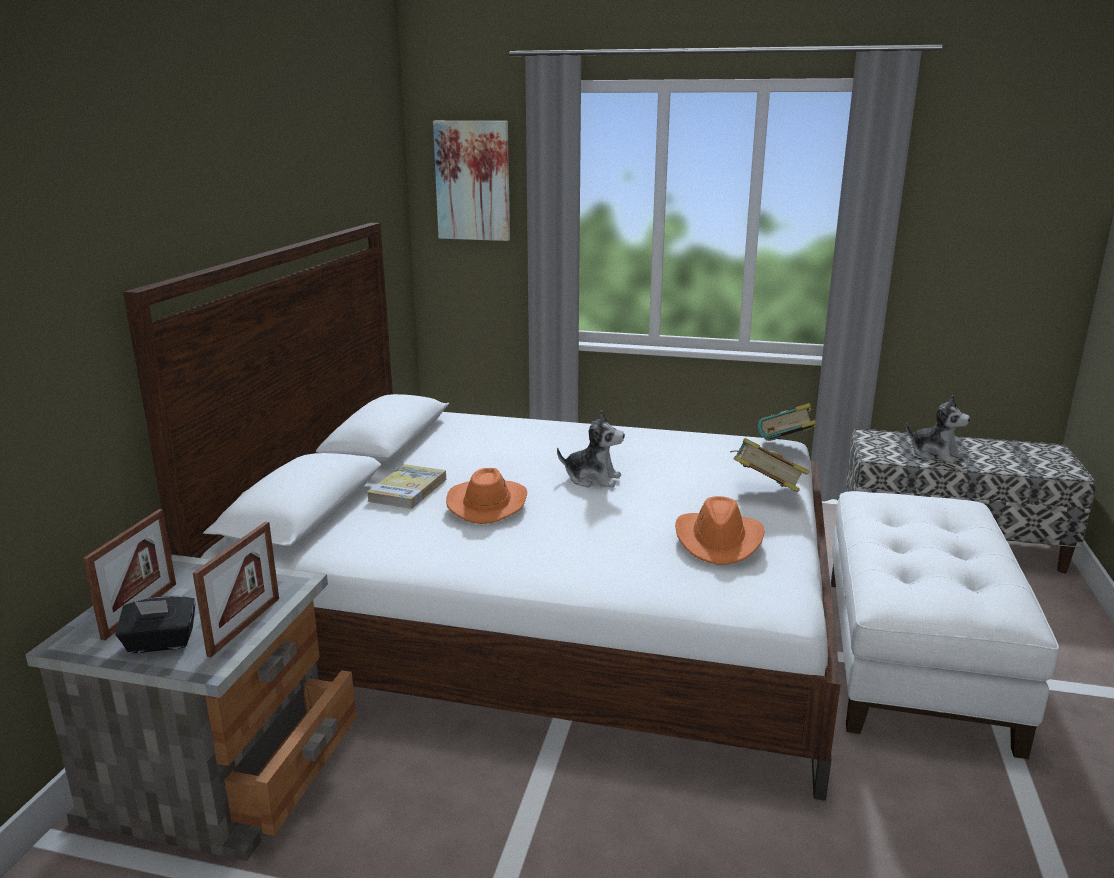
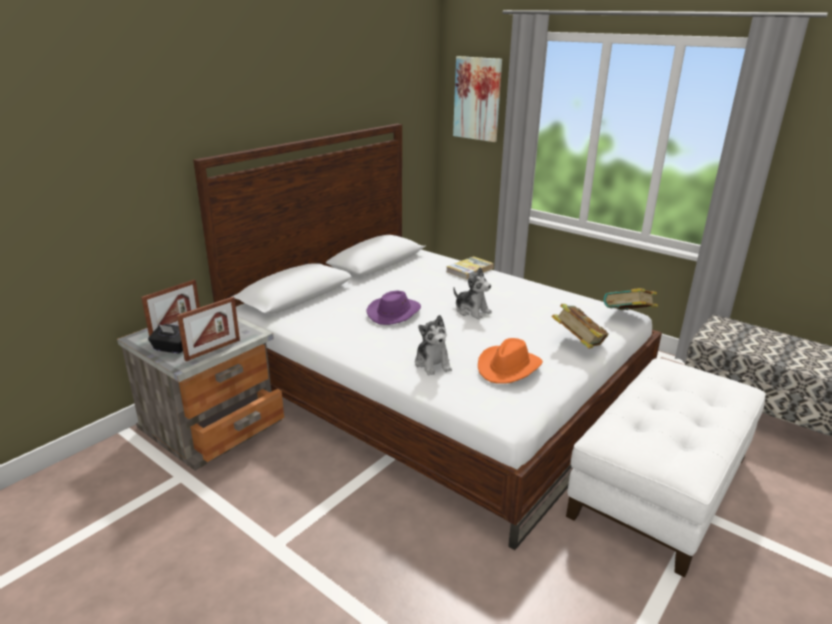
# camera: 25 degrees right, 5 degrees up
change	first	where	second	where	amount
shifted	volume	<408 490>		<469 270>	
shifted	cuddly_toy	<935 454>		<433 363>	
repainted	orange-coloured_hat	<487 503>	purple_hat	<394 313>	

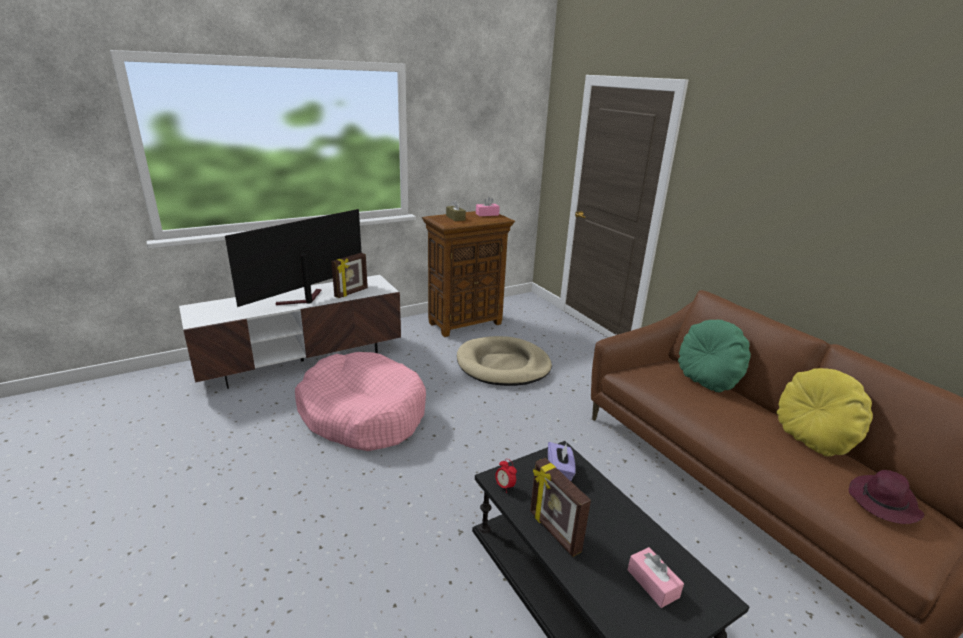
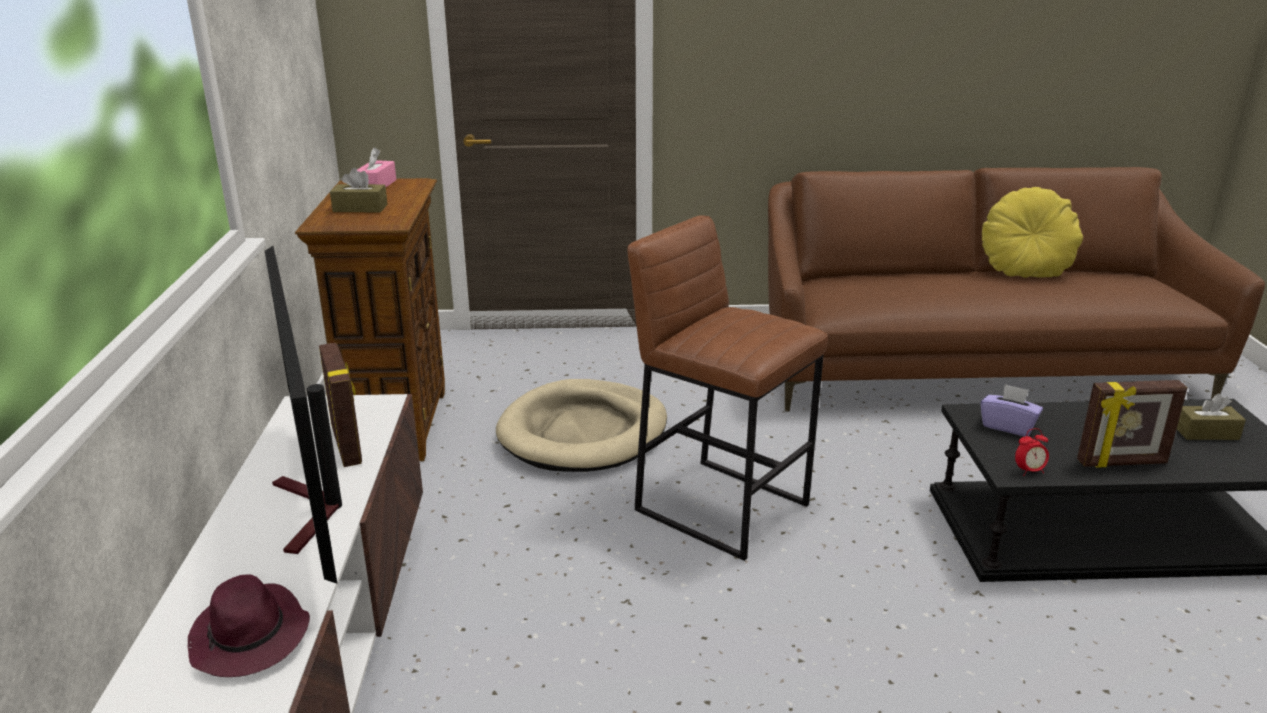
# camera: 60 degrees left, 0 degrees up
change	first	where	second	where	amount
gone	pink_dog_bed	<363 413>			
gone	greenish_throw_pillow	<706 382>			
new			brownish_sitting_stool	<719 506>	
shifted	purple_hat	<883 503>		<250 638>	
repainted	pink_box_of_tissues	<652 583>	brownish_box_of_tissues	<1206 432>	

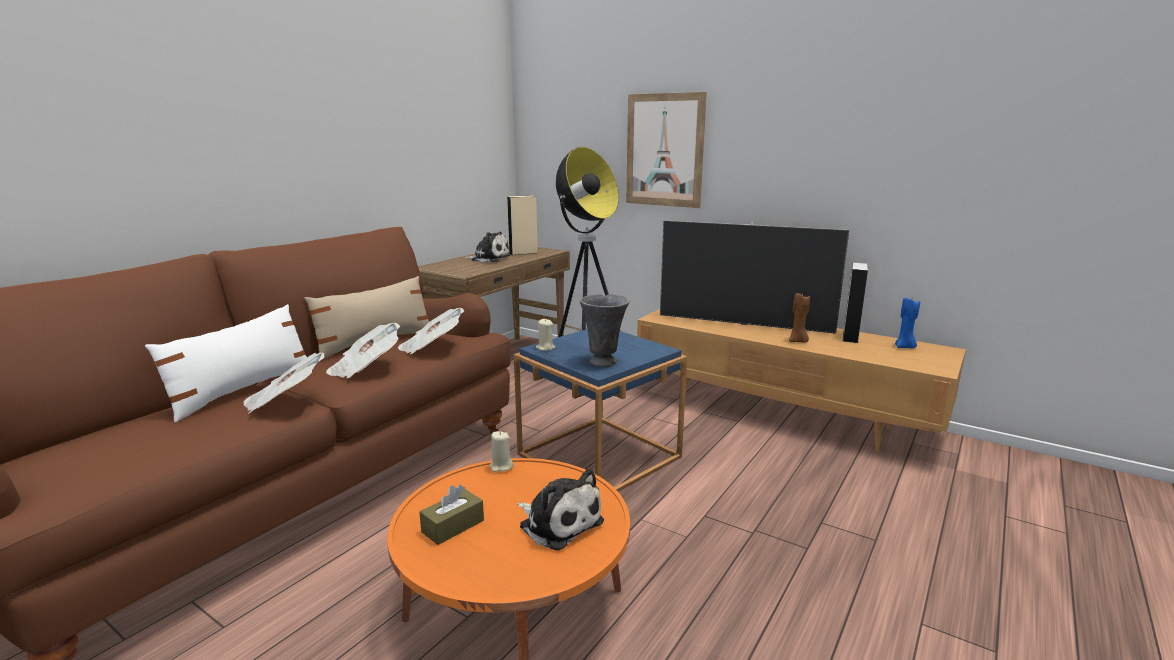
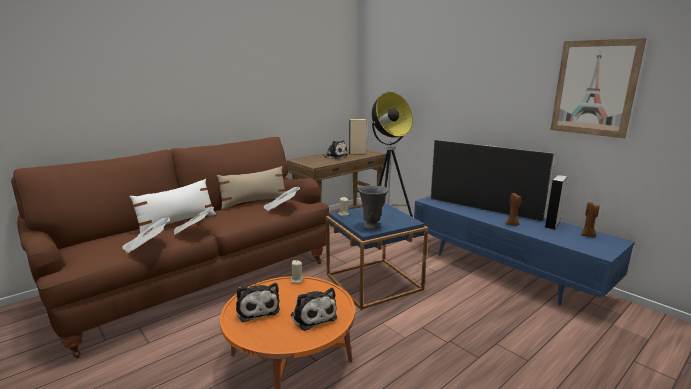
# camera: 15 degrees right, 0 degrees up
change	first	where	second	where	amount
shifted	daily_paper	<365 369>		<147 246>	
shifted	wall_picture	<664 150>		<594 88>	
swapped	brownish_box_of_tissues	<453 526>	cuddly_toy	<257 309>	
repainted	sand-coloured_tv_unit	<782 413>	blue_tv_unit	<504 270>	
repainted	blue_wax_candle	<904 347>	brownish_wax_candle	<587 235>	

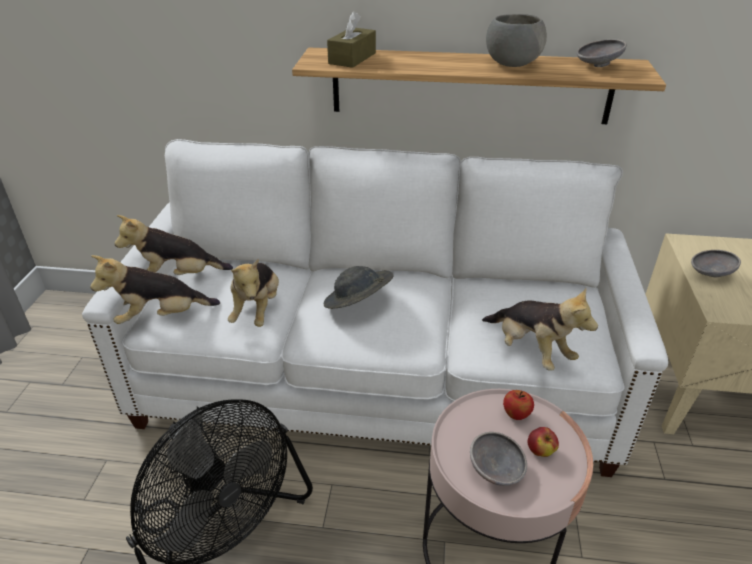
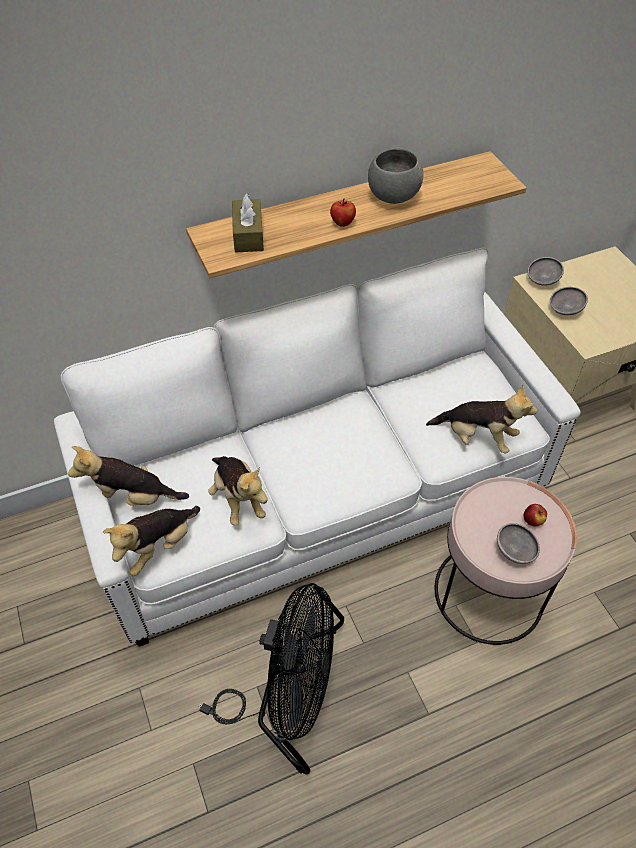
# camera: 30 degrees left, 15 degrees up
change	first	where	second	where	amount
gone	grey_hat	<358 304>			
shifted	apple	<516 414>		<342 223>	
shifted	grey_deep_dish	<596 66>		<542 280>	
rotated	cuddly_toy	<178 277>		<133 497>	45 degrees clockwise

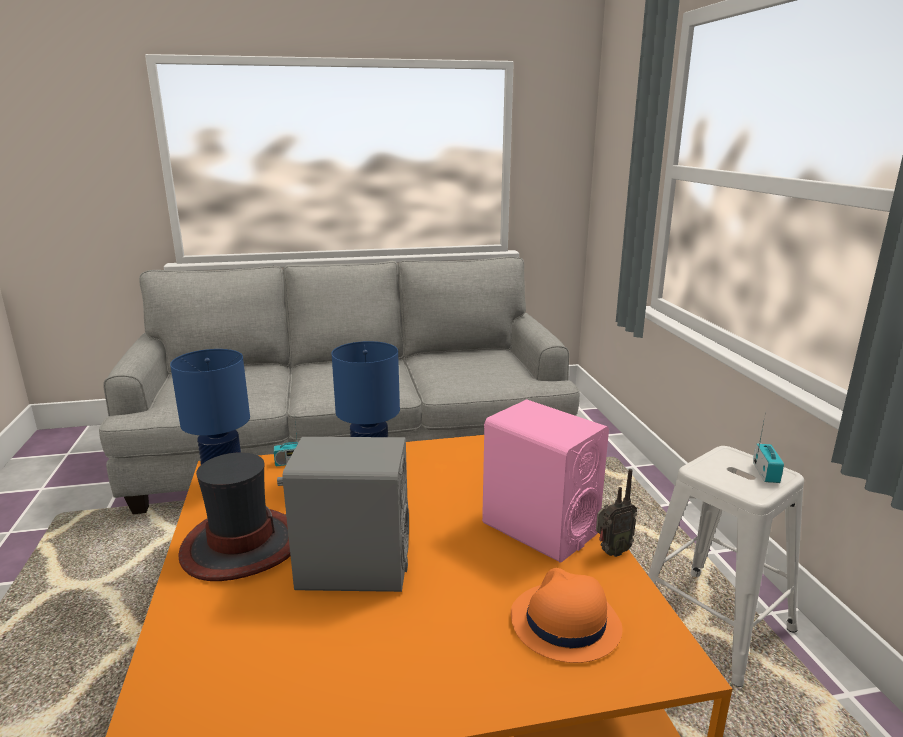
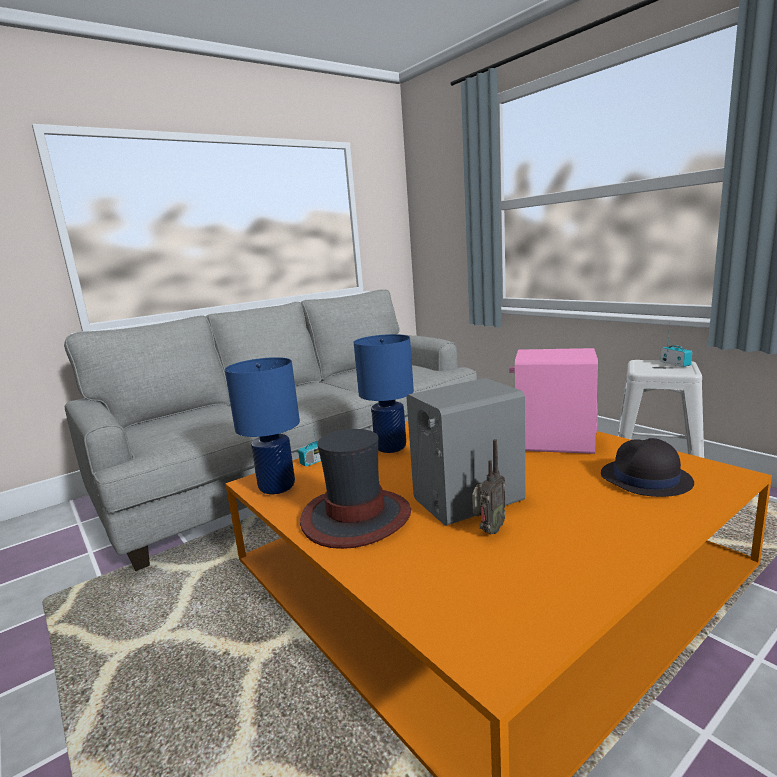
# camera: 25 degrees left, 5 degrees down
change	first	where	second	where	amount
shifted	radio_receiver	<611 552>		<488 531>	
repainted	orange-coloured_hat	<564 623>	black-coloured_hat	<645 479>	

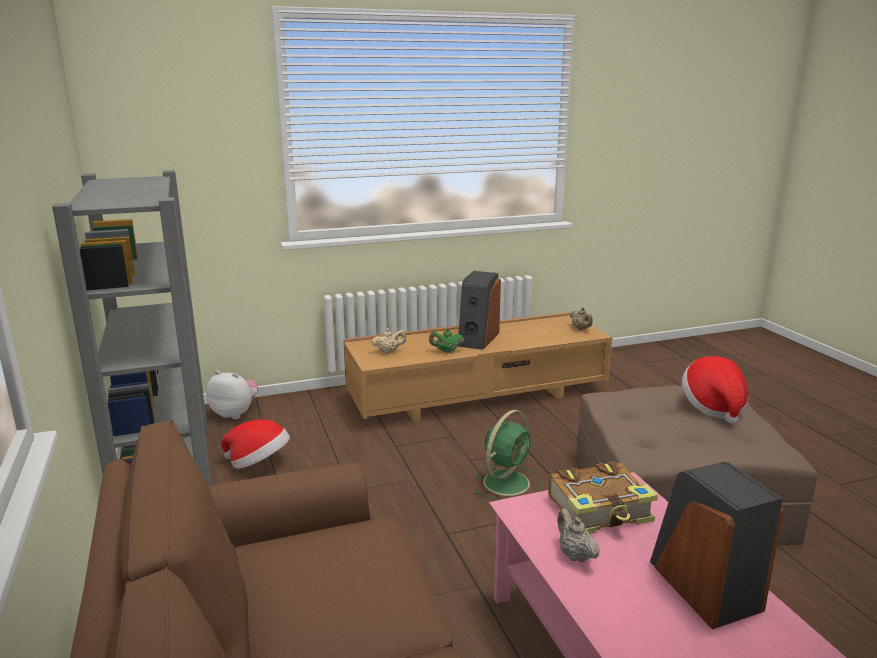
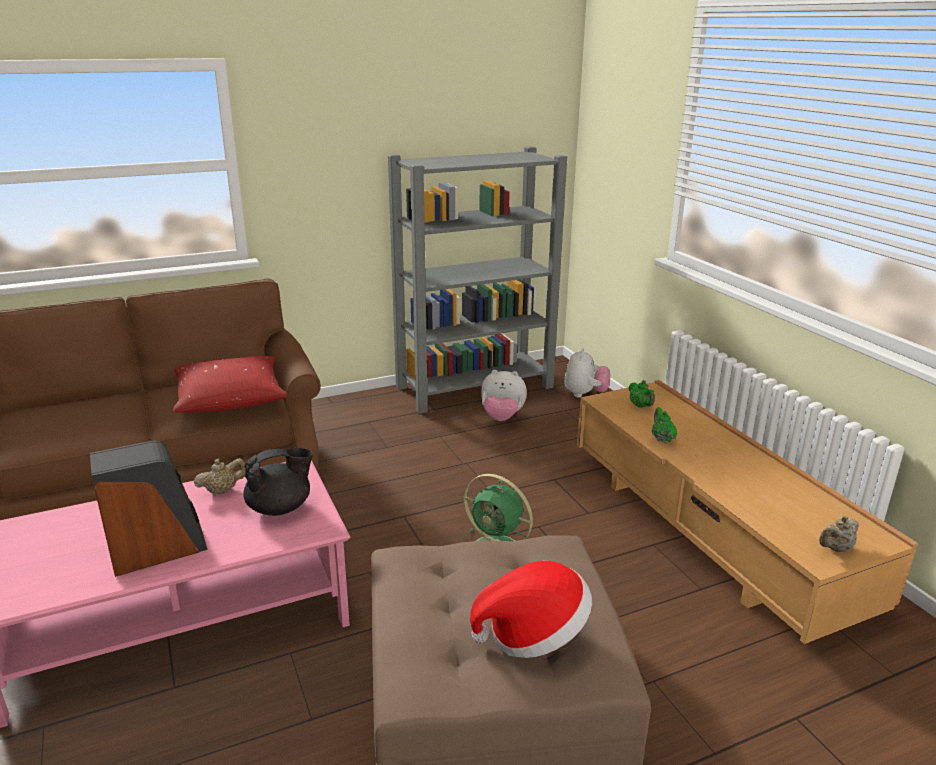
# camera: 85 degrees right, 5 degrees up
change	first	where	second	where	amount
gone	speaker	<477 339>			
new			reddish_throw_pillow	<230 398>	
swapped	hat	<259 463>	cuddly_toy	<502 417>	
swapped	volume	<600 511>	black-coloured_pot_for_tea	<280 508>	
repainted	sand-coloured_pot_for_tea	<388 351>	greenish_pot_for_tea	<640 406>	

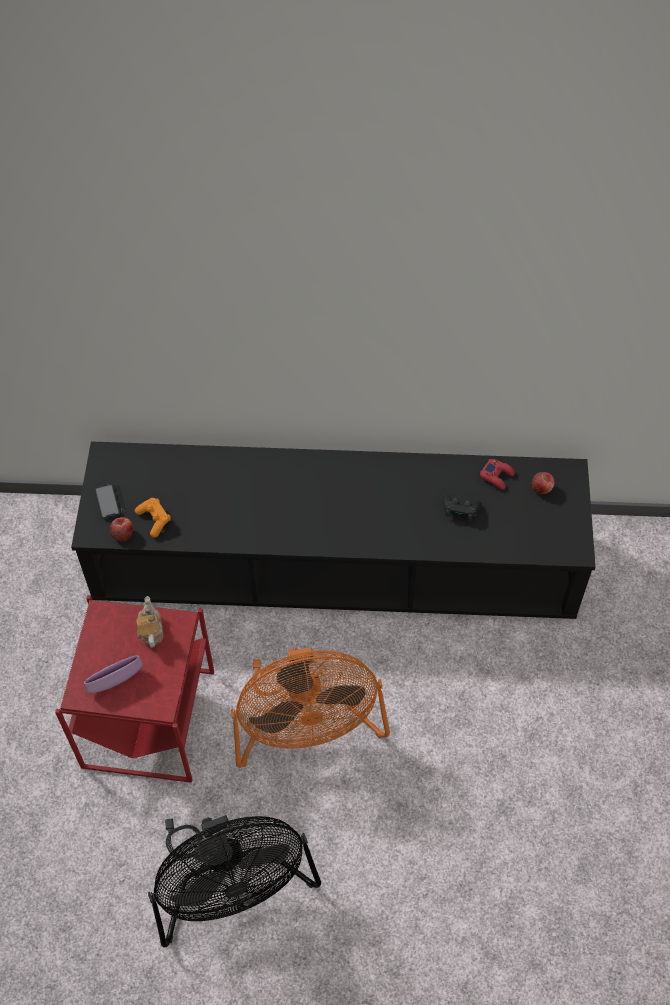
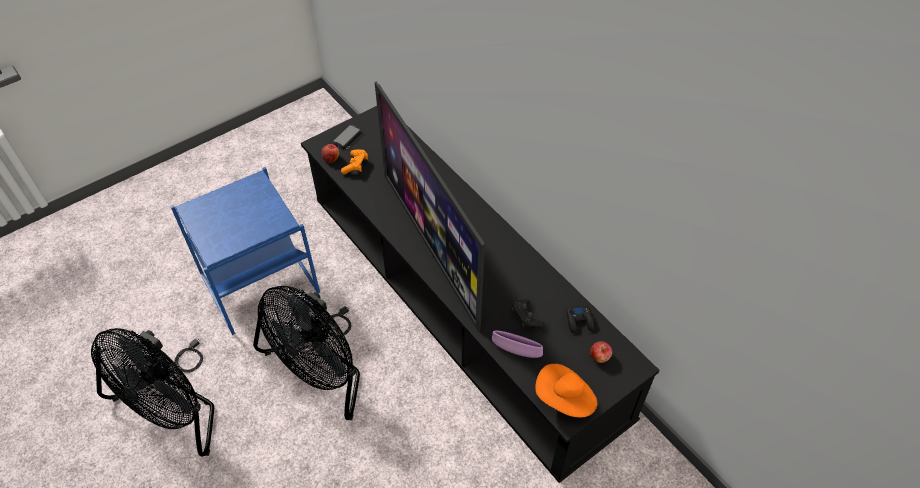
# camera: 50 degrees right, 5 degrees down
change	first	where	second	where	amount
gone	pot_for_tea	<150 630>			
new			TV_set	<432 247>	
new			orange-coloured_hat	<565 399>	
shifted	purple_deep_dish	<115 681>		<516 351>	
repainted	reddish_end_table	<148 720>	blue_end_table	<258 283>	
repainted	orange-coloured_cooling_fan	<301 724>	black-coloured_cooling_fan	<321 365>	
repainted	reddish_gamepad	<497 476>	black-coloured_gamepad	<580 321>	

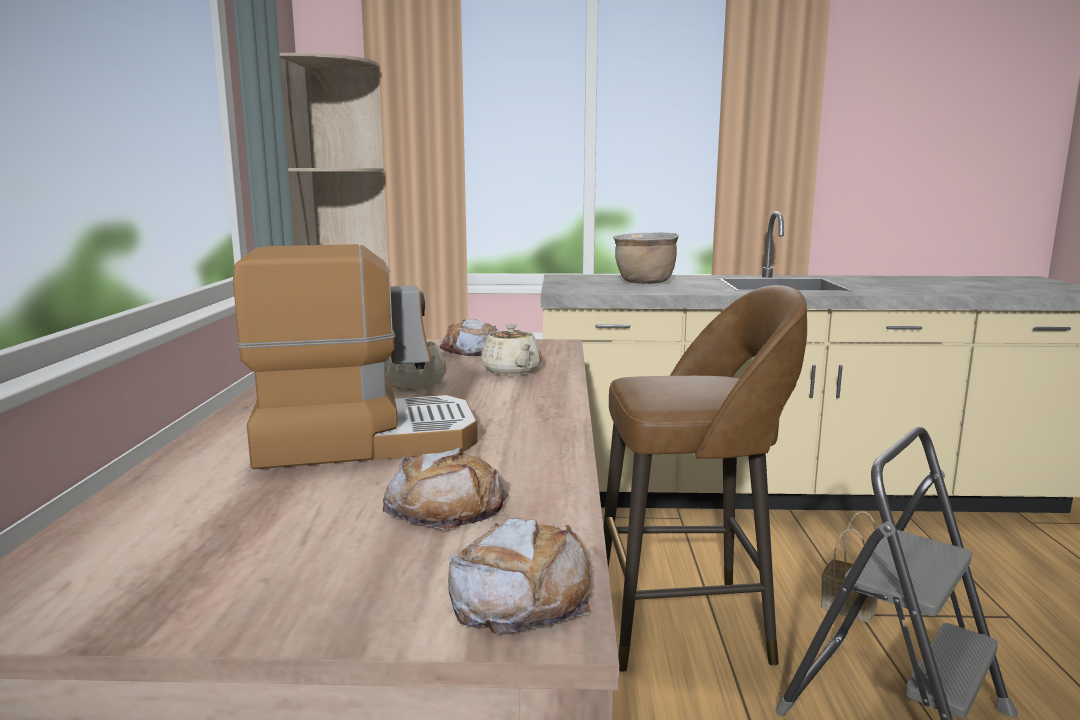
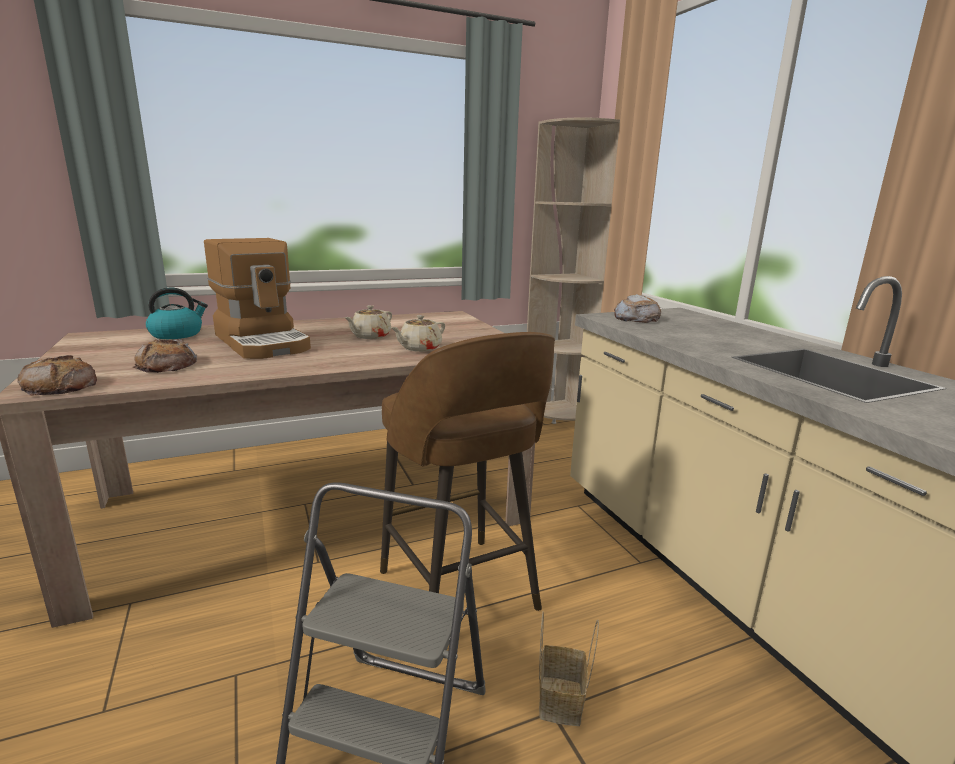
# camera: 65 degrees right, 5 degrees up
change	first	where	second	where	amount
gone	brownish_saucepot	<645 283>			
new			kettle	<177 334>	
shifted	bread	<473 349>		<636 318>	

